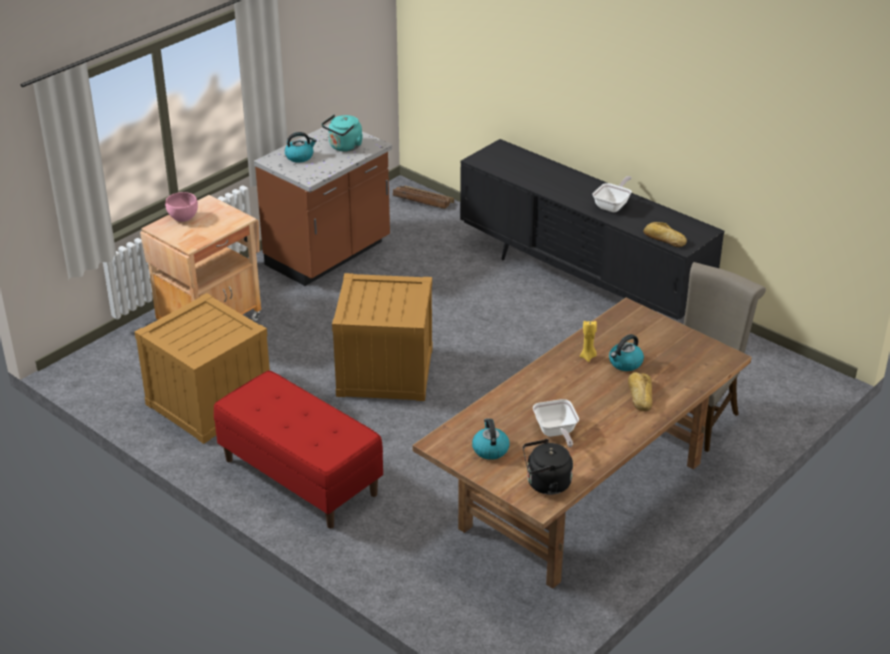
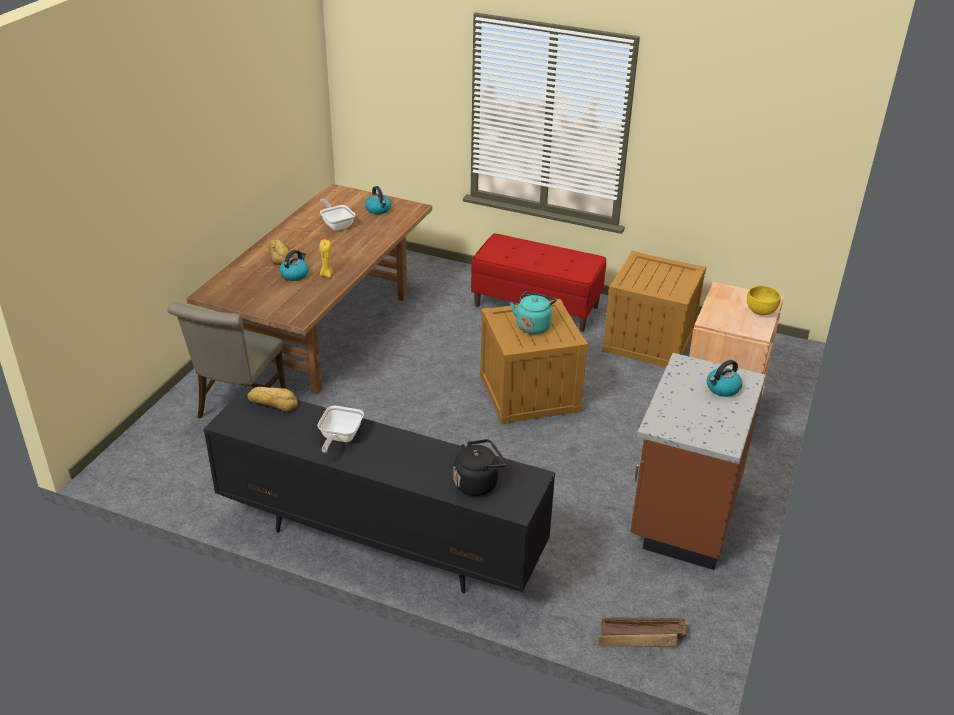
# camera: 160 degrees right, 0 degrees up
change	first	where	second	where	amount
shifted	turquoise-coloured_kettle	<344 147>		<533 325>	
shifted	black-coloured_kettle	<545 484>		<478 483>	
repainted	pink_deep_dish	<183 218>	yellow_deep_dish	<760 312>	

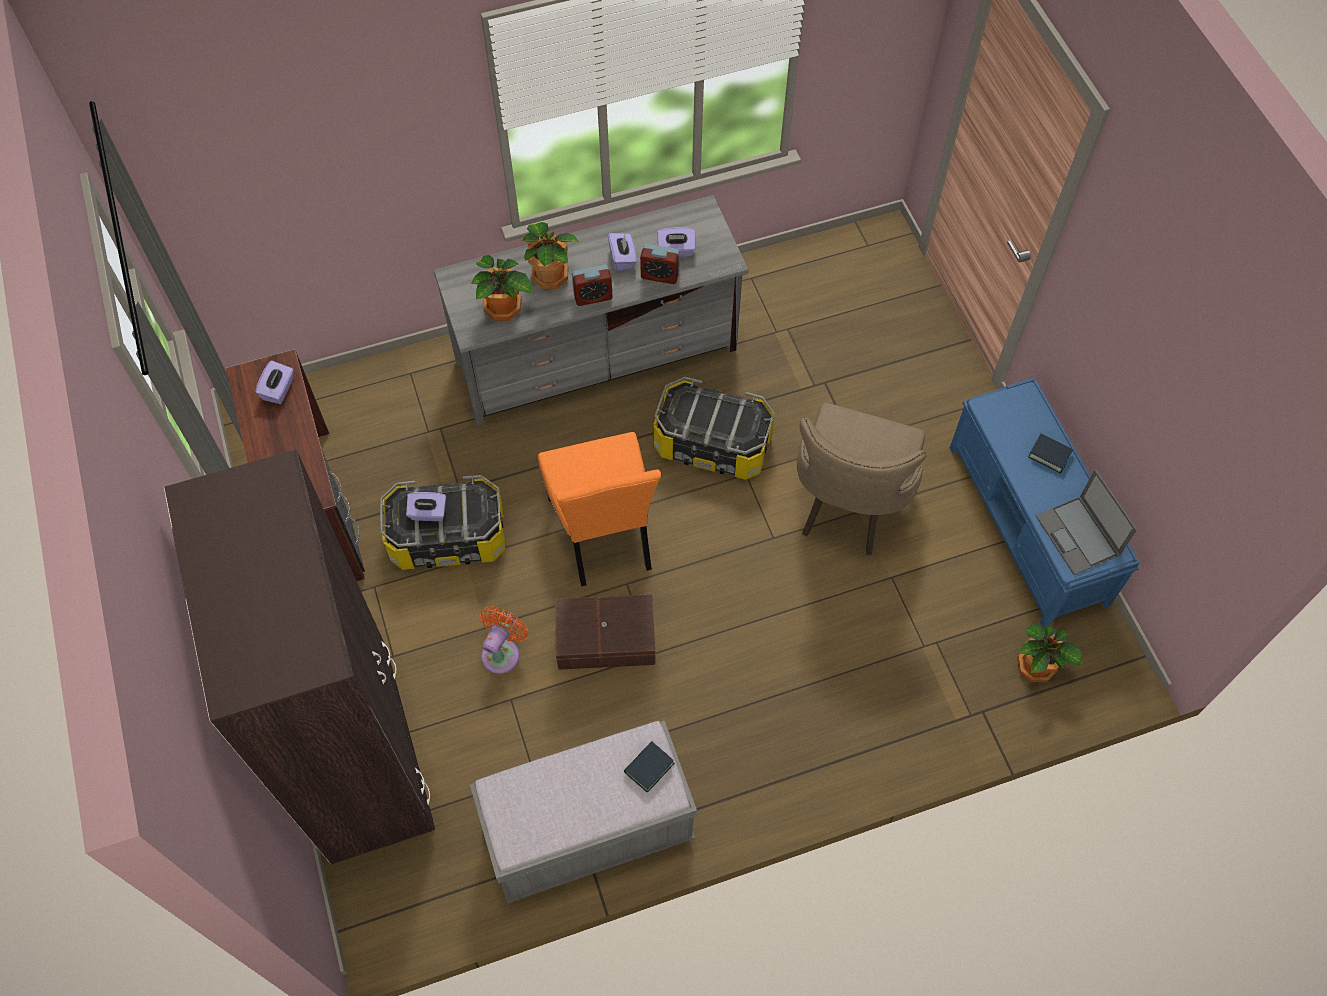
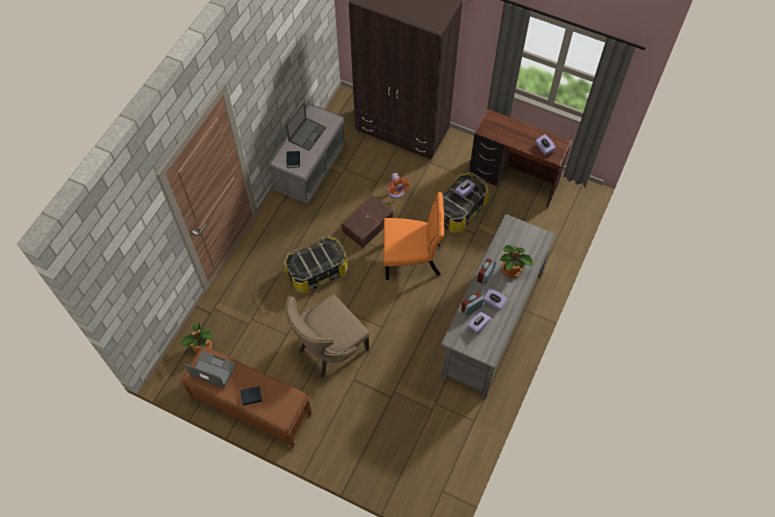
# camera: 135 degrees right, 0 degrees up
change	first	where	second	where	amount
gone	houseplant	<503 309>			
new			notebook_computer	<307 134>	
shifted	storage_bin	<713 444>		<317 272>	
repainted	blue_long_seat	<1028 525>	brownish_long_seat	<250 405>	
rotated	orange-coloured_upright_chair	<602 529>		<411 259>	150 degrees clockwise
rotated	sand-coloured_upright_chair	<848 506>		<329 349>	105 degrees counterclockwise

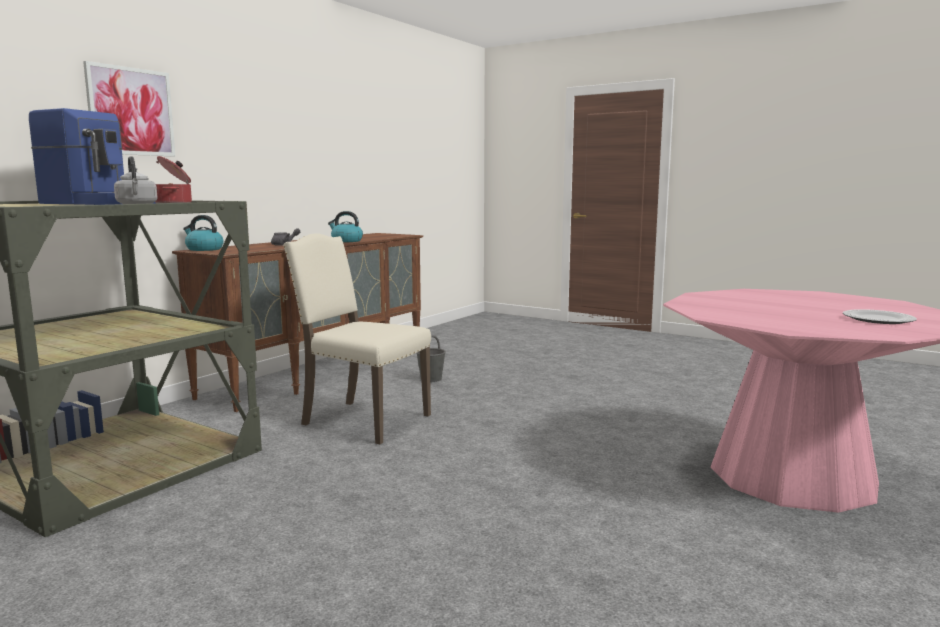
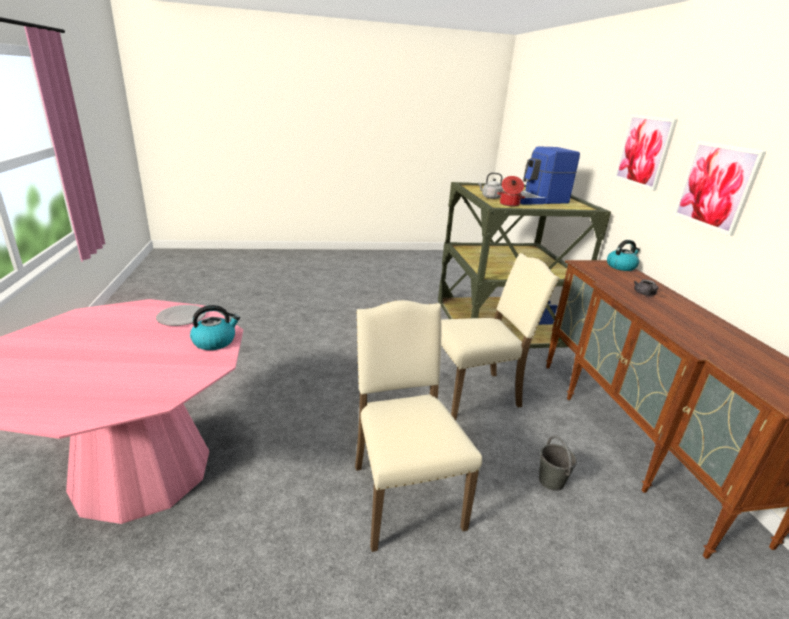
# camera: 135 degrees right, 15 degrees up
change	first	where	second	where	amount
new			sand-coloured_upright_chair	<403 494>	
new			wall_picture	<716 186>	
shifted	kettle	<346 241>		<215 341>	
shifted	dinner_plate	<877 319>		<181 317>	

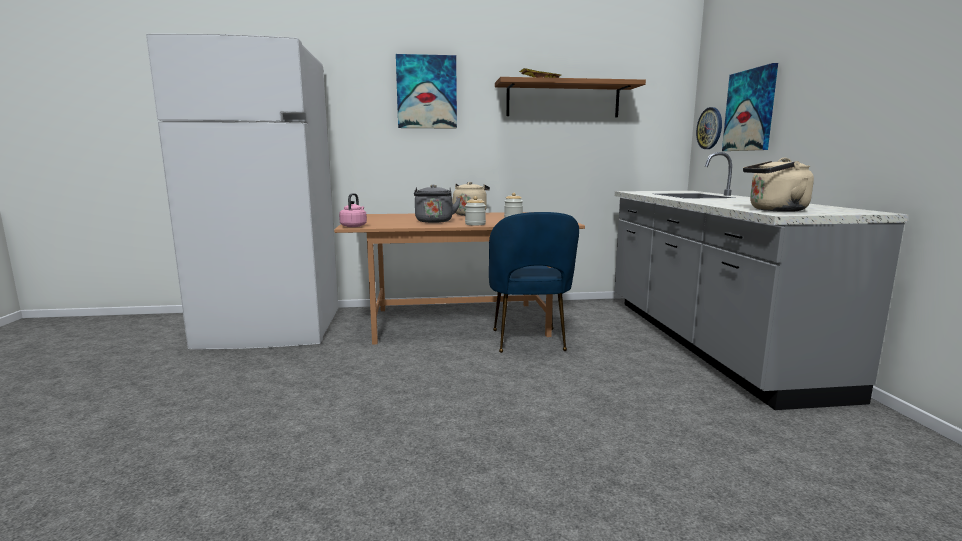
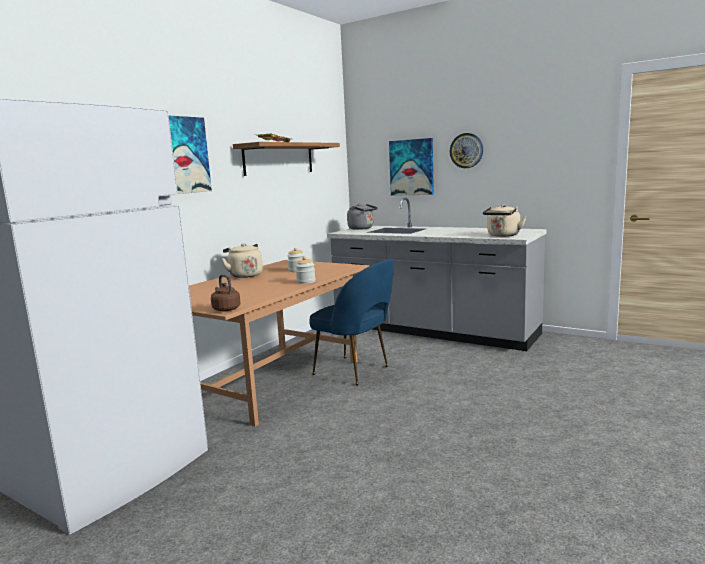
# camera: 50 degrees left, 0 degrees up
change	first	where	second	where	amount
shifted	grey_kettle	<434 222>		<362 228>	
shifted	wall_clock	<710 128>		<466 150>	
repainted	pink_kettle	<354 226>	brownish_kettle	<225 309>	

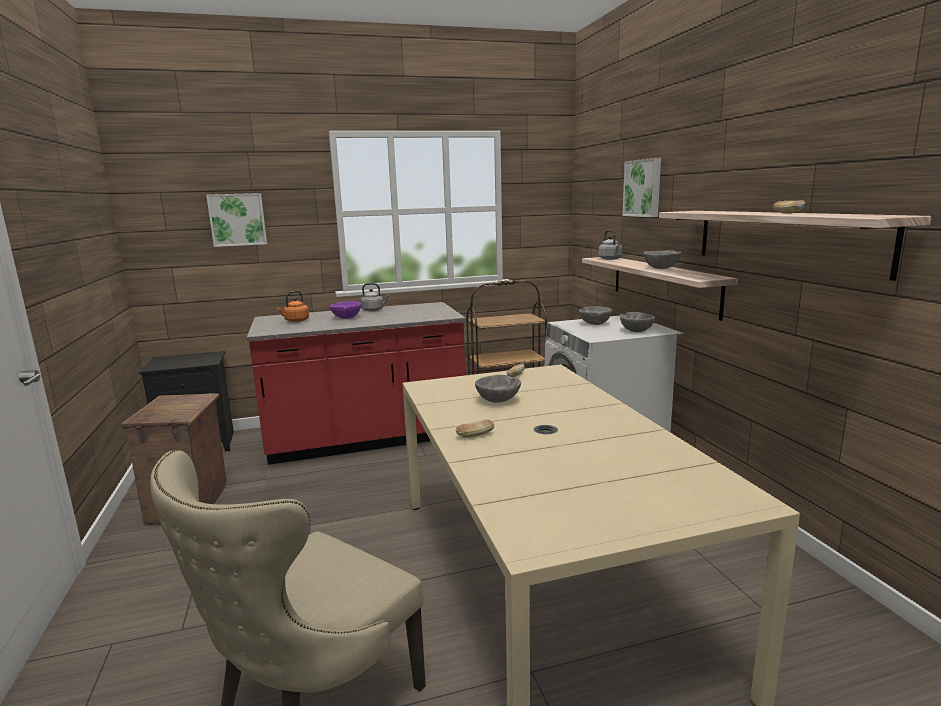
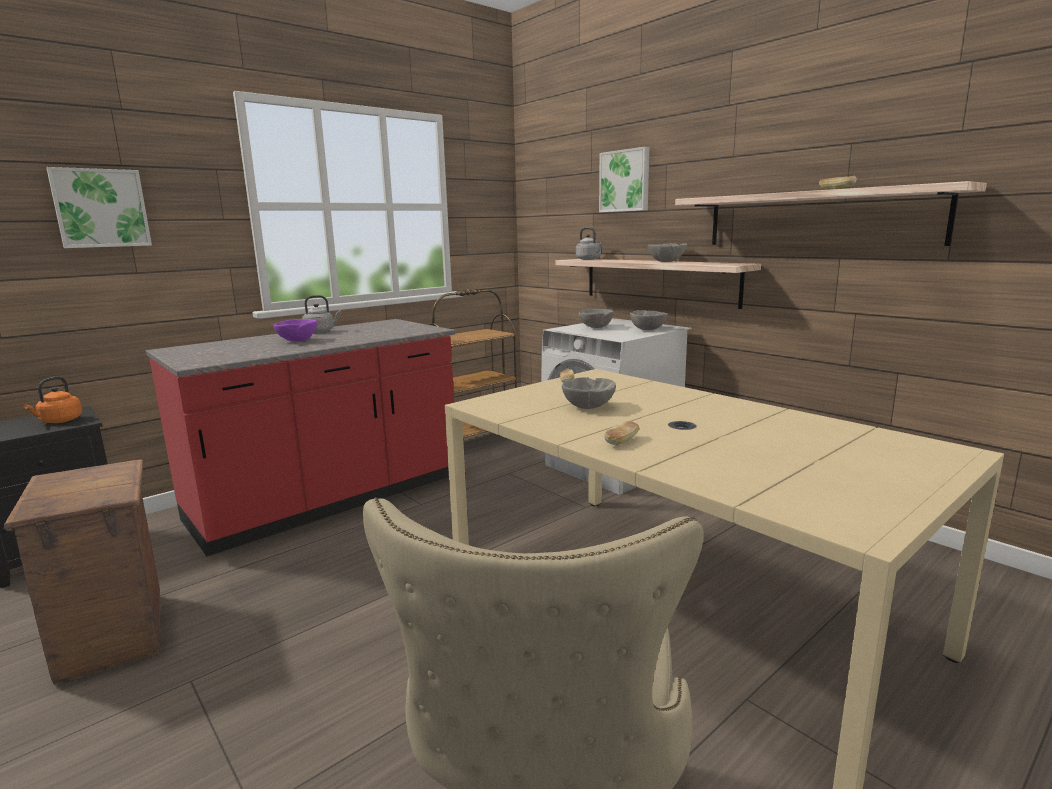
# camera: 25 degrees left, 0 degrees up
change	first	where	second	where	amount
shifted	orange-coloured_kettle	<295 321>		<59 421>	

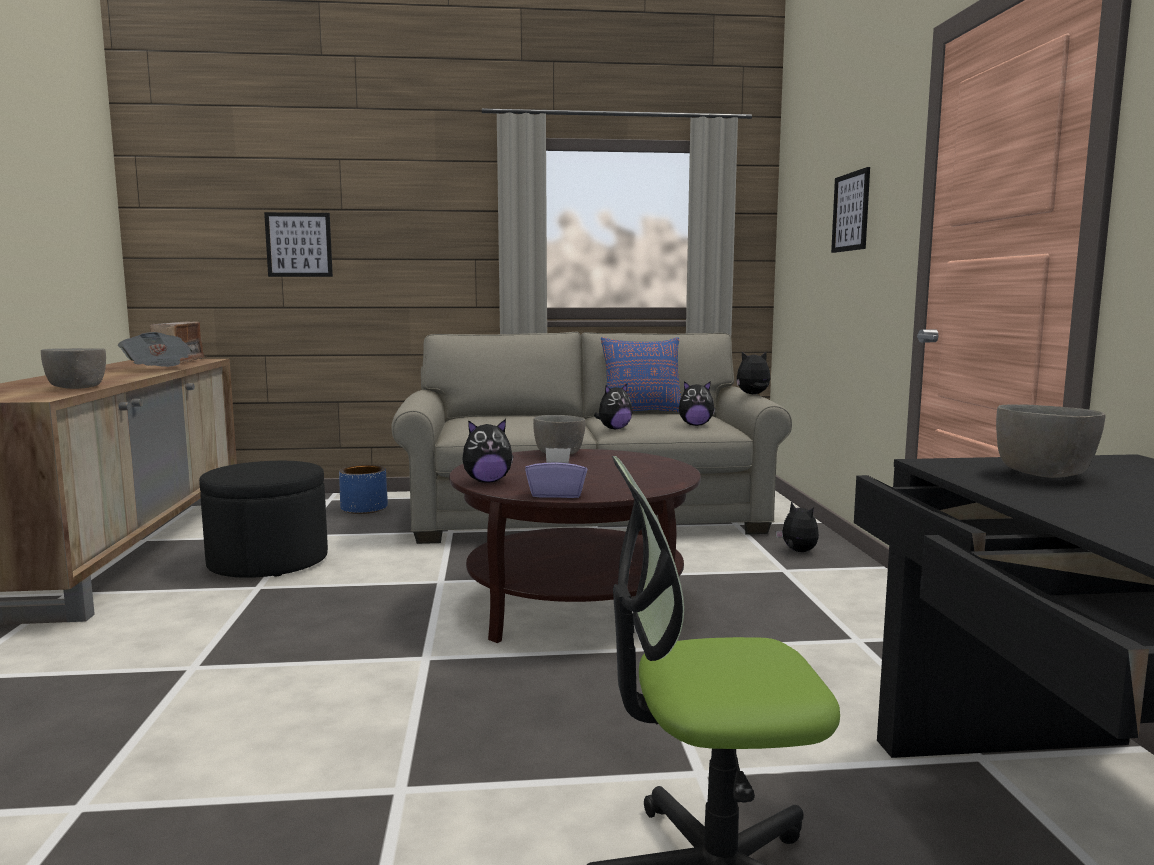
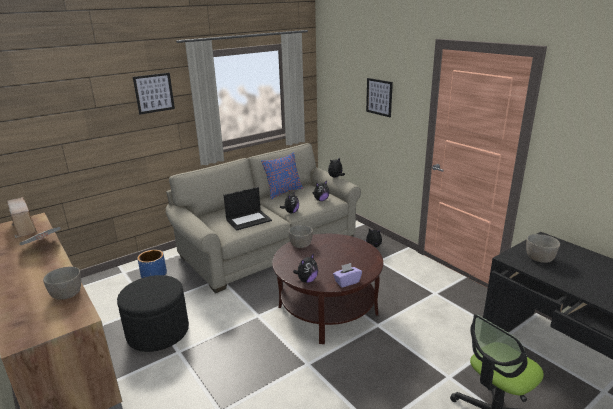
# camera: 30 degrees left, 15 degrees up
change	first	where	second	where	amount
new			notebook_computer	<249 220>	
shifted	wall_picture	<299 245>		<154 93>	

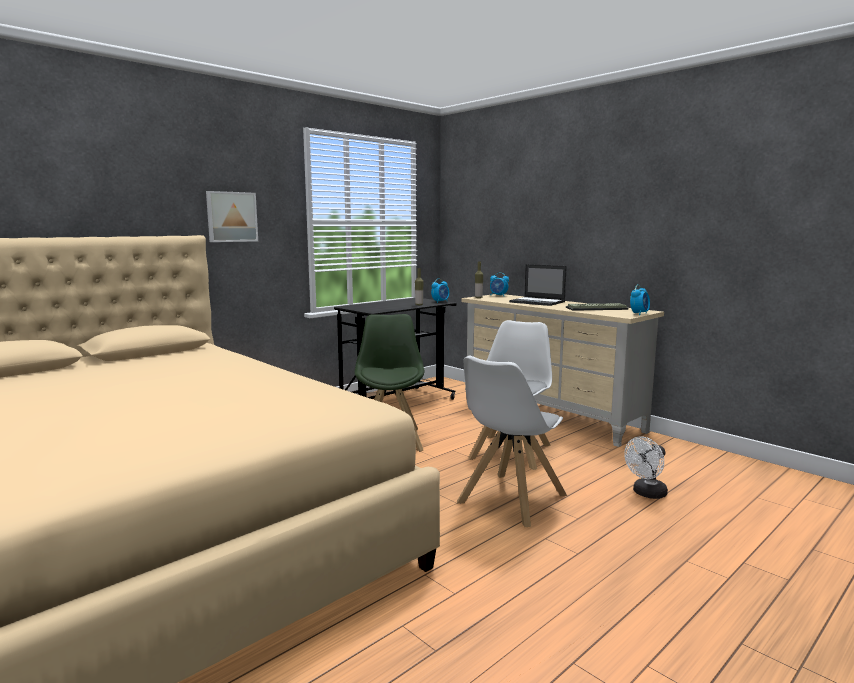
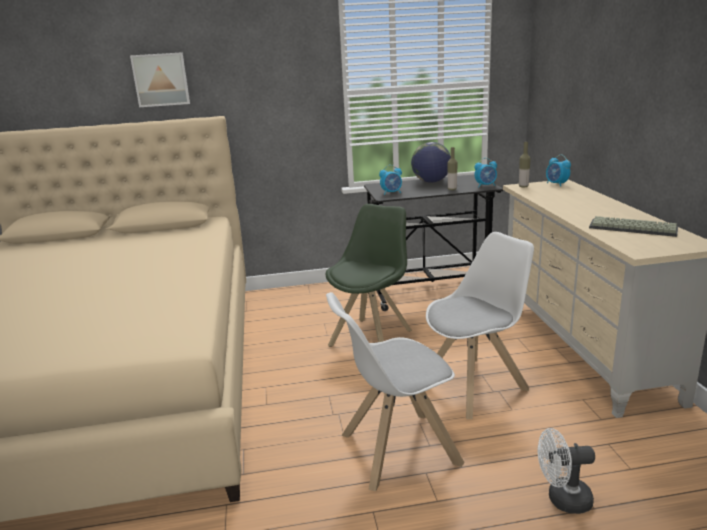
# camera: 35 degrees right, 10 degrees up
change	first	where	second	where	amount
gone	notebook_computer	<538 302>			
new			world_globe	<431 182>	
shifted	wall_picture	<231 217>		<161 79>	
shifted	alarm_clock	<639 314>		<391 193>	

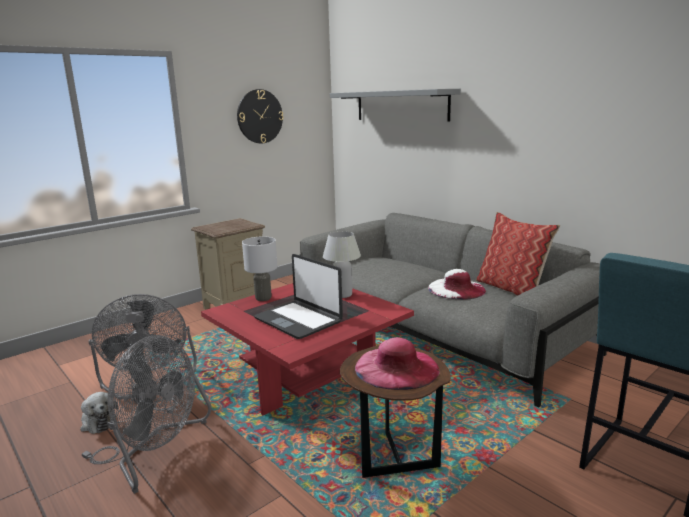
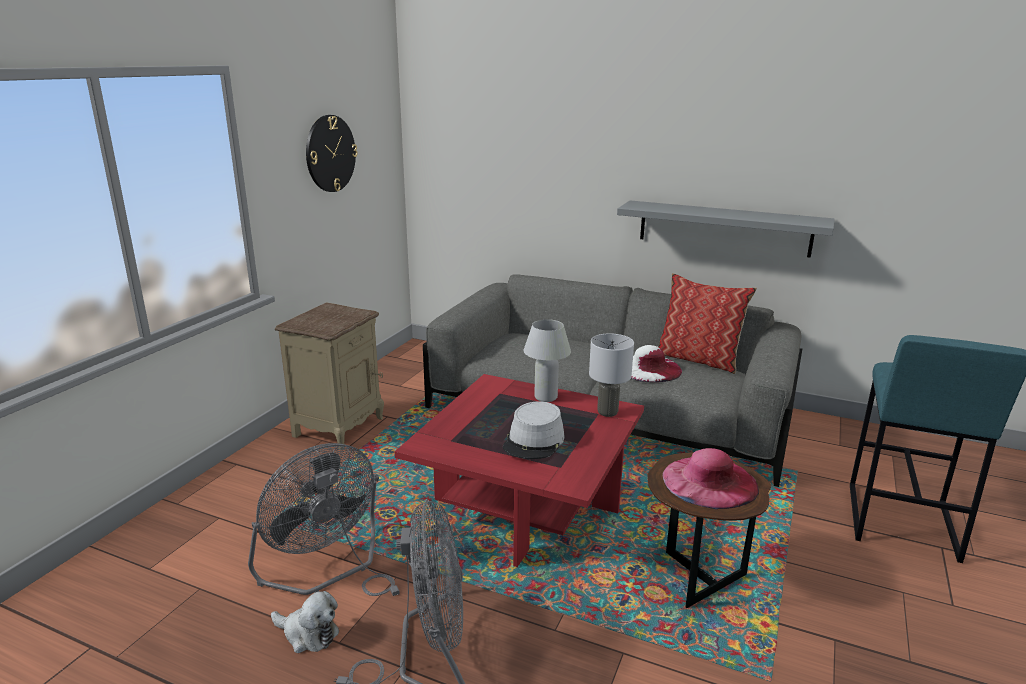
# camera: 25 degrees left, 5 degrees up
change	first	where	second	where	amount
shifted	white_lamp_for_a_table	<264 299>		<608 413>	
shifted	grey_shelf	<401 105>		<724 228>	
swapped	notebook_computer	<299 320>	grey_hat	<534 441>	

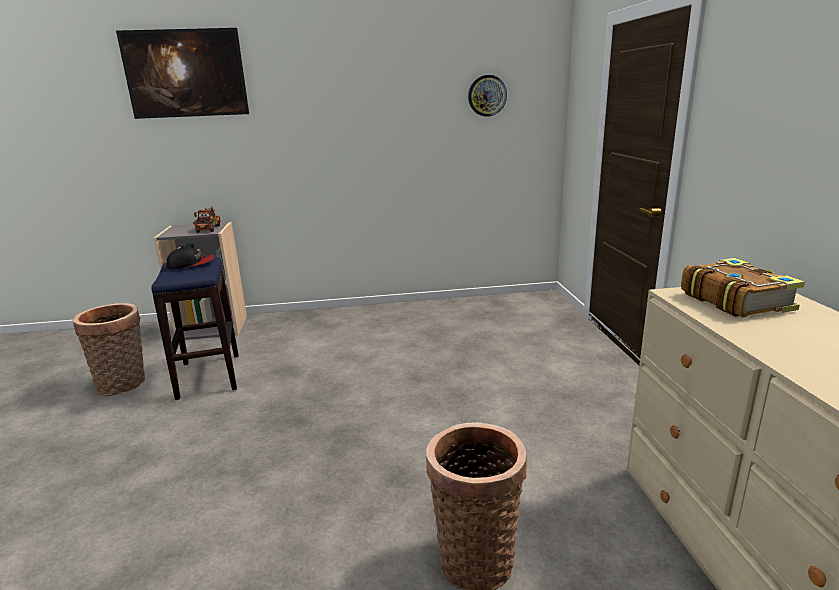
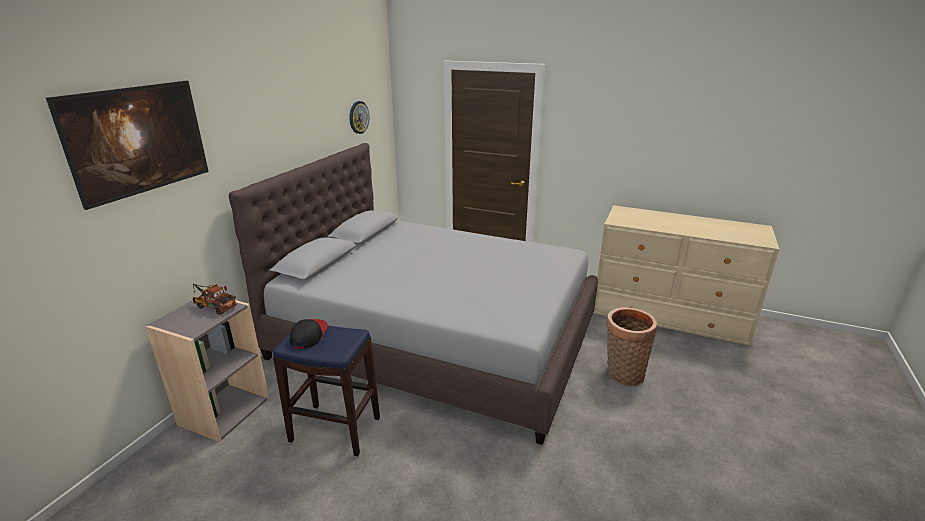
# camera: 60 degrees left, 5 degrees up
change	first	where	second	where	amount
gone	storage_basket	<124 384>			
gone	volume	<735 300>			
new			grey_bedroom_bed	<435 338>	

